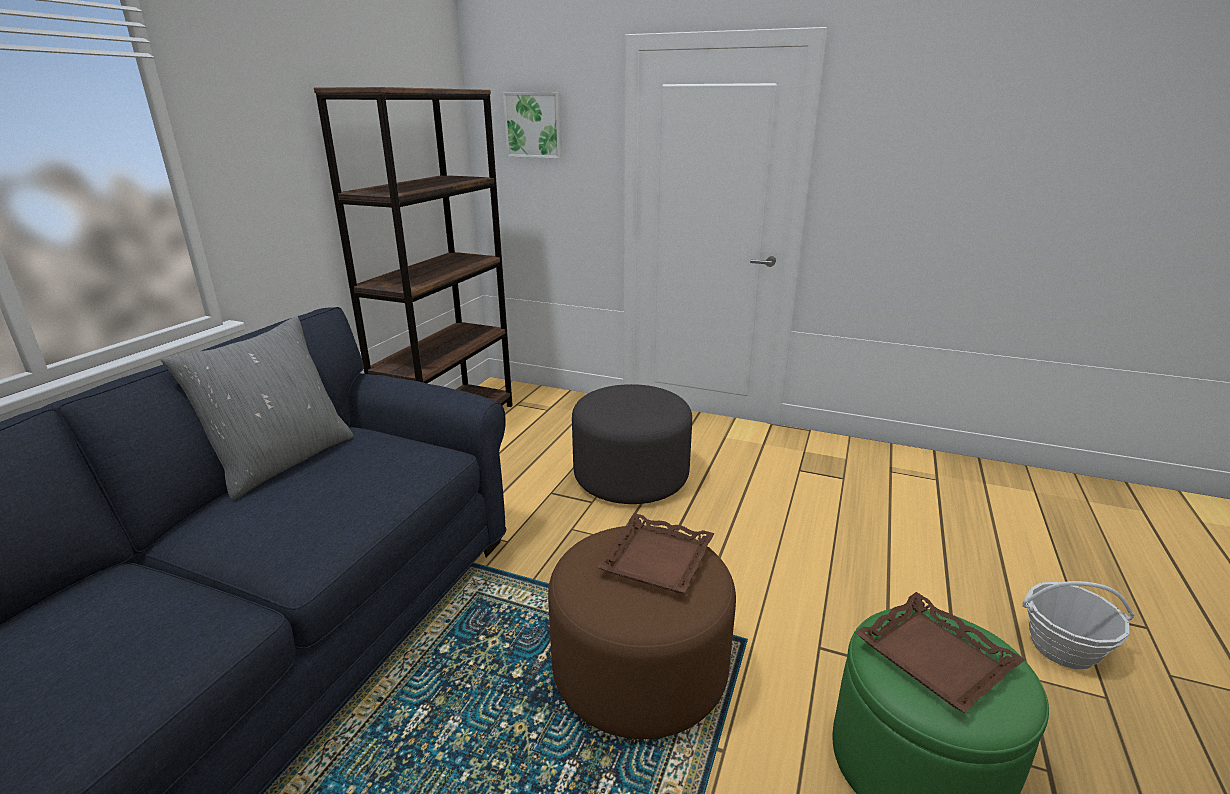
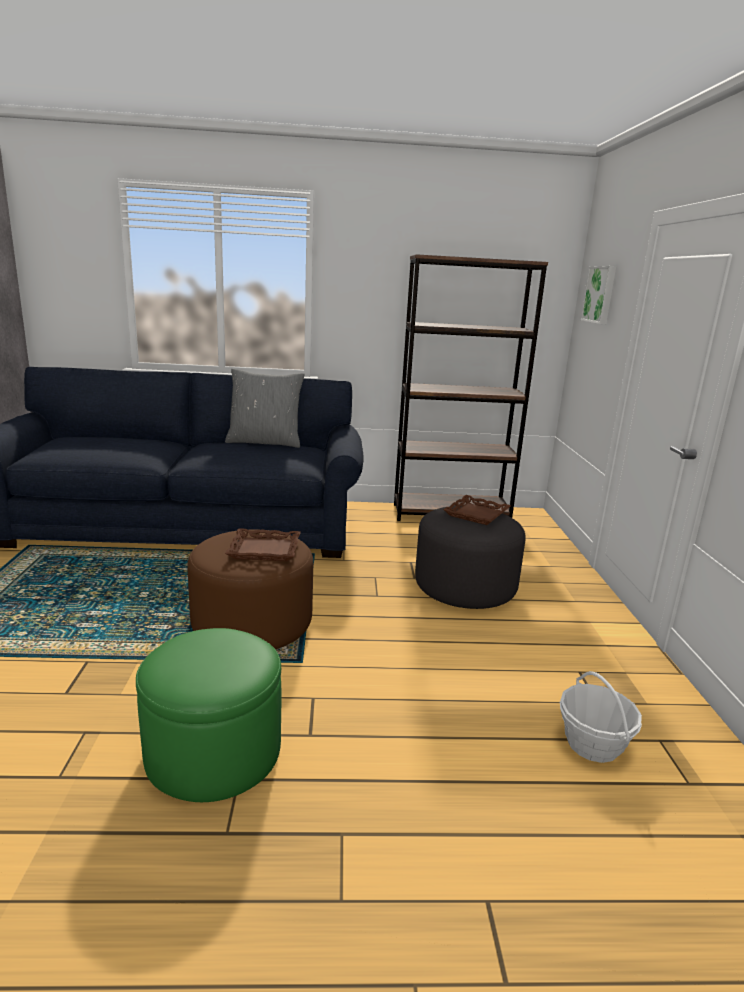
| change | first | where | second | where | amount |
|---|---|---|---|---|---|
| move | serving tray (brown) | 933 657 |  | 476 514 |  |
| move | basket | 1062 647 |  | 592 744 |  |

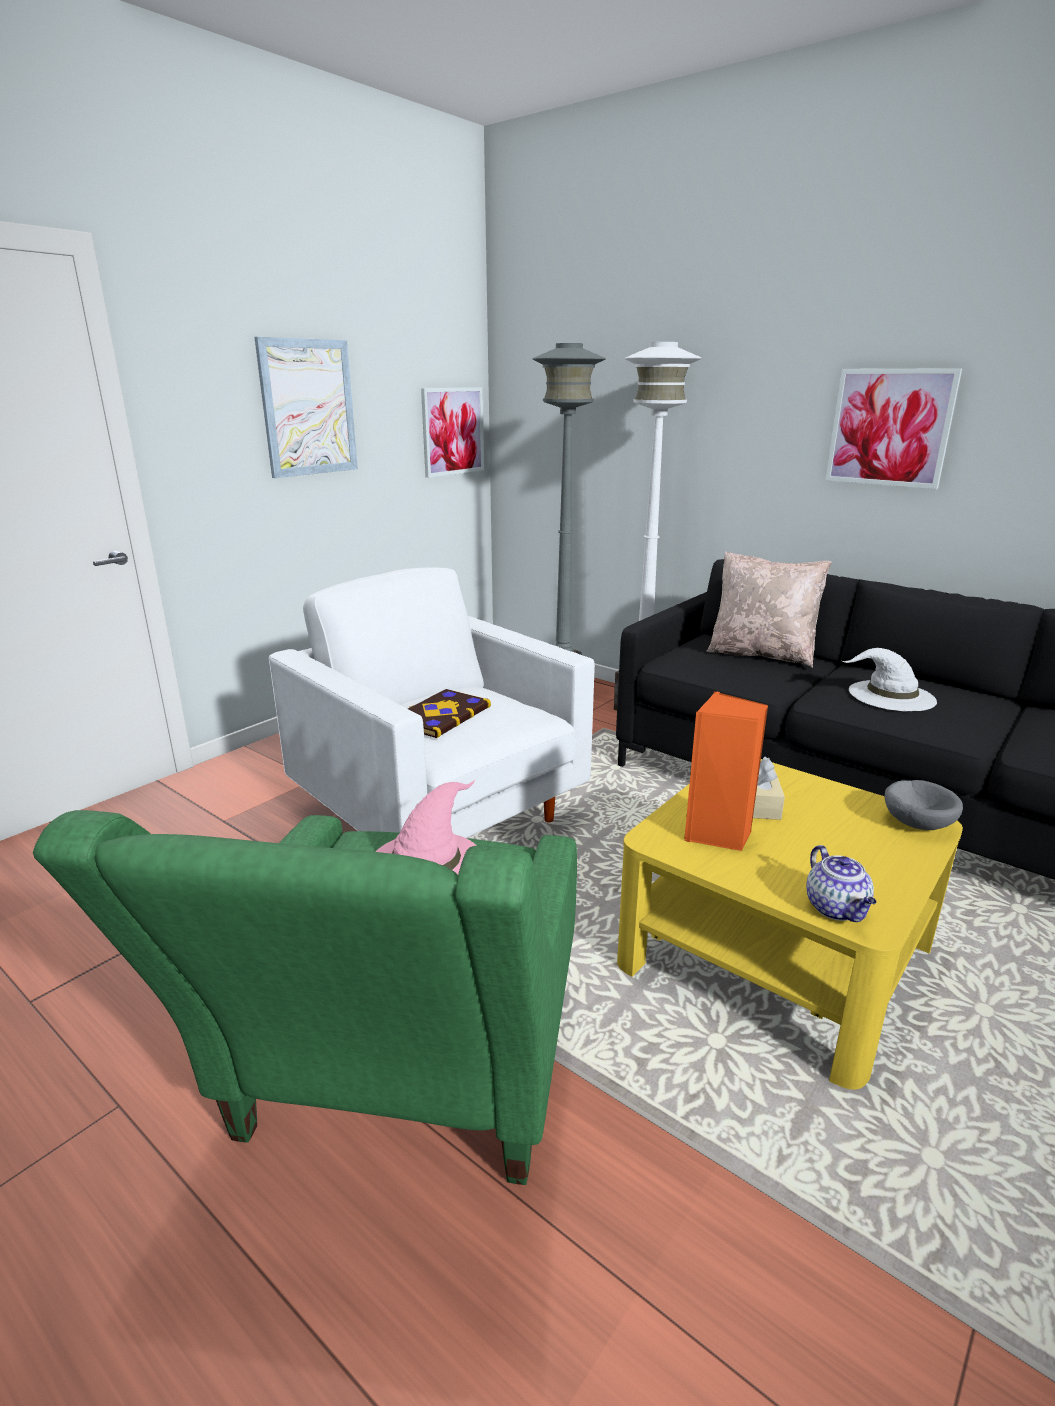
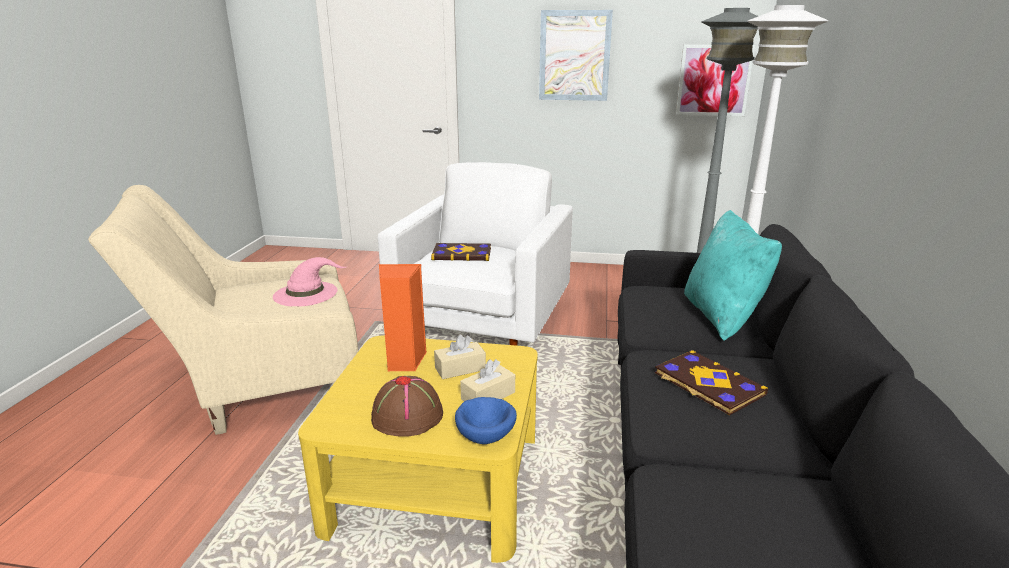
| change | first | where | second | where | amount |
|---|---|---|---|---|---|
| recolor | armchair (green) | 399 1088 | armchair (beige-coloured) | 261 386 |  |
| insert |  |  | wearable hat (brown) | 408 416 |  |
| recolor | deep dish (grey) | 916 822 | deep dish (bluish) | 487 435 |  |
| insert |  |  | tissue holder (beige-coloured) | 488 396 |  |
| replace | wearable hat (whitish) | 890 695 | volume | 707 384 |  |
| recolor | throw pillow (beige-coloured) | 761 654 | throw pillow (turquoise) | 722 317 |  |
| delete | teapot | 837 909 |  |  |  |
| delete | picture | 890 428 |  |  |  |

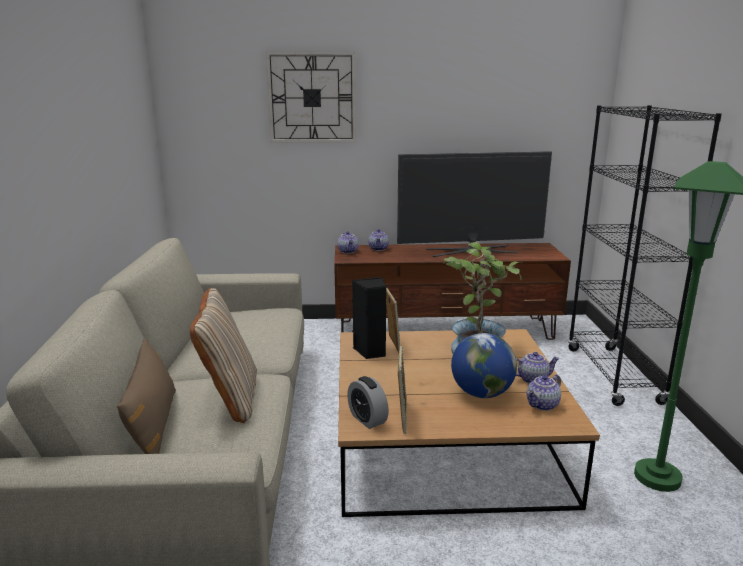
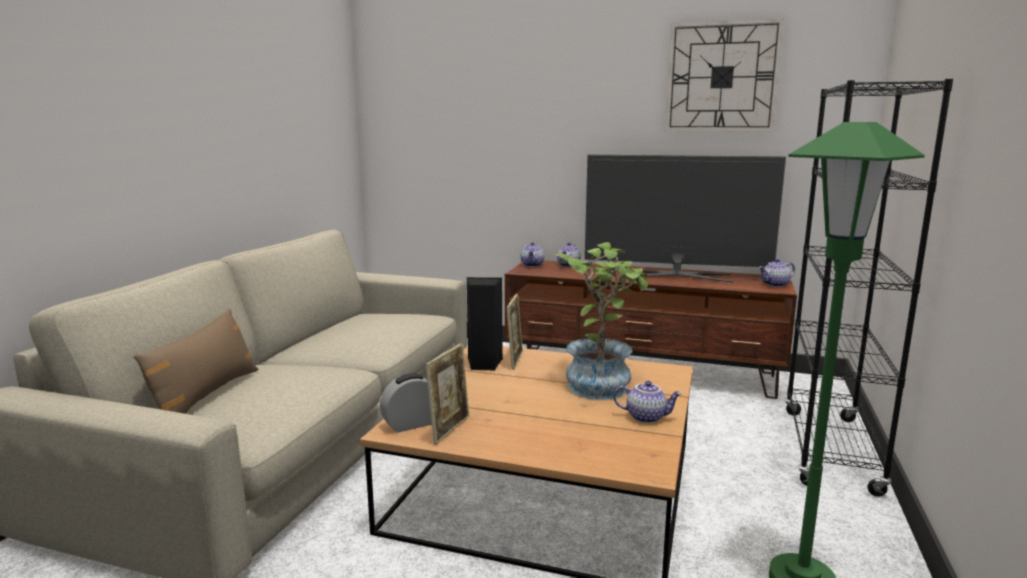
| change | first | where | second | where | amount |
|---|---|---|---|---|---|
| rotate | alarm clock | 367 419 |  | 411 424 | 75 degrees clockwise |
| move | clock on the wall | 312 98 |  | 722 77 |  |
| move | teapot | 543 405 |  | 775 285 |  |
| delete | throw pillow (beige-coloured) | 230 398 |  |  |  |
| delete | globe | 481 393 |  |  |  |

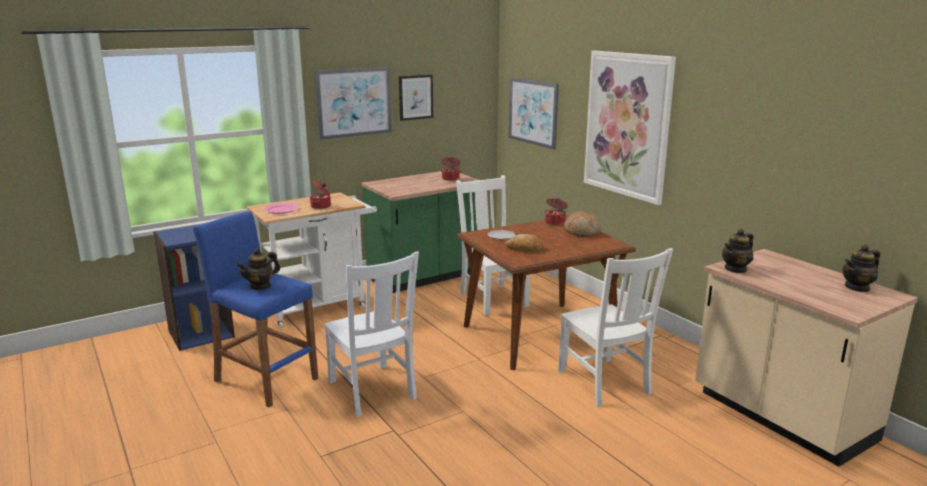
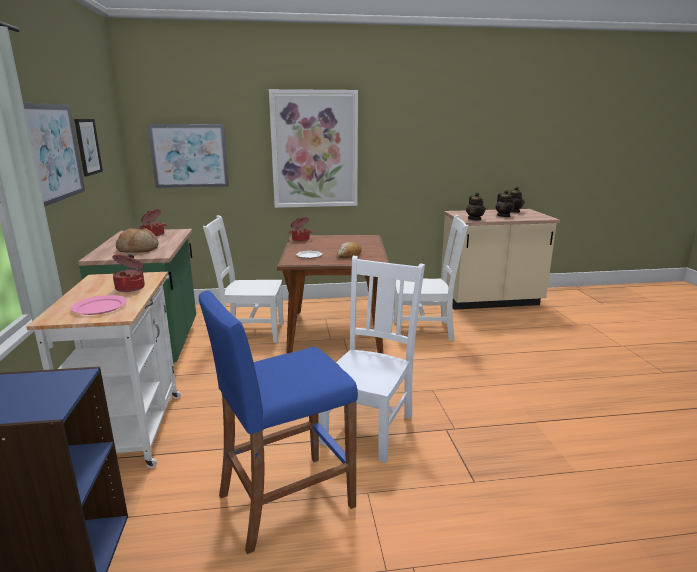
| change | first | where | second | where | amount |
|---|---|---|---|---|---|
| move | baked bread | 581 232 |  | 138 249 |  |
| rotate | upright chair (whitish) | 372 391 |  | 369 427 | 60 degrees counterclockwise |
| move | teapot | 260 286 |  | 503 216 |  |

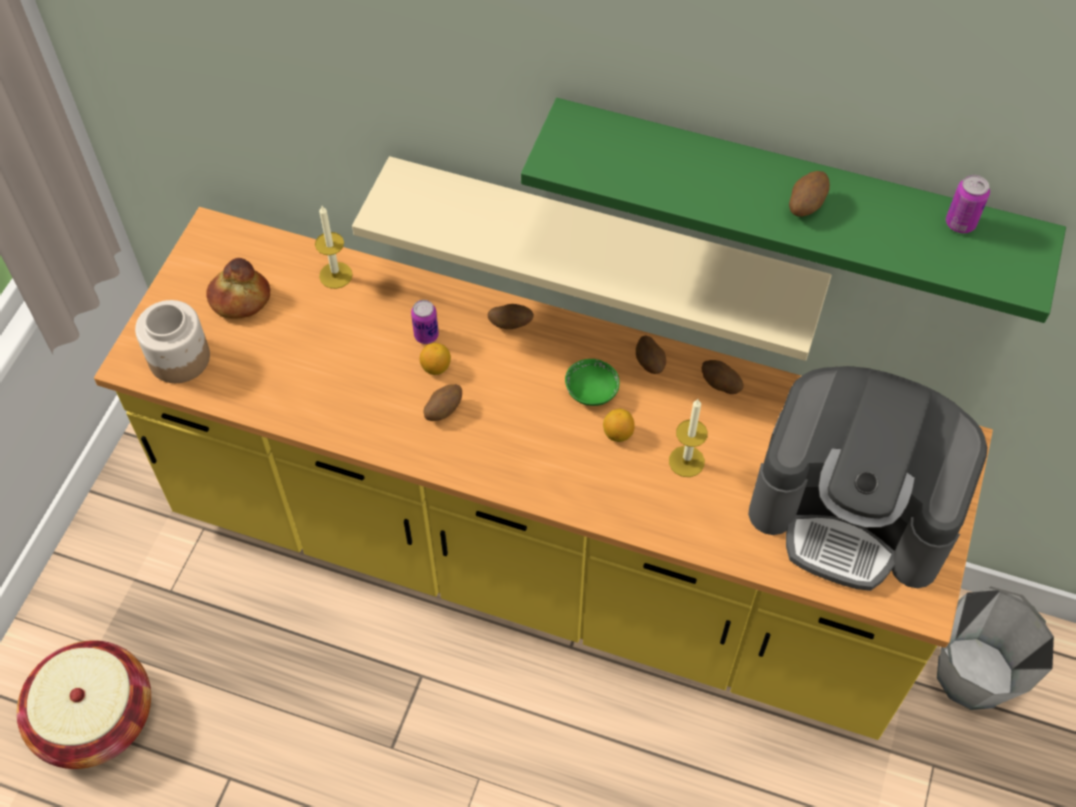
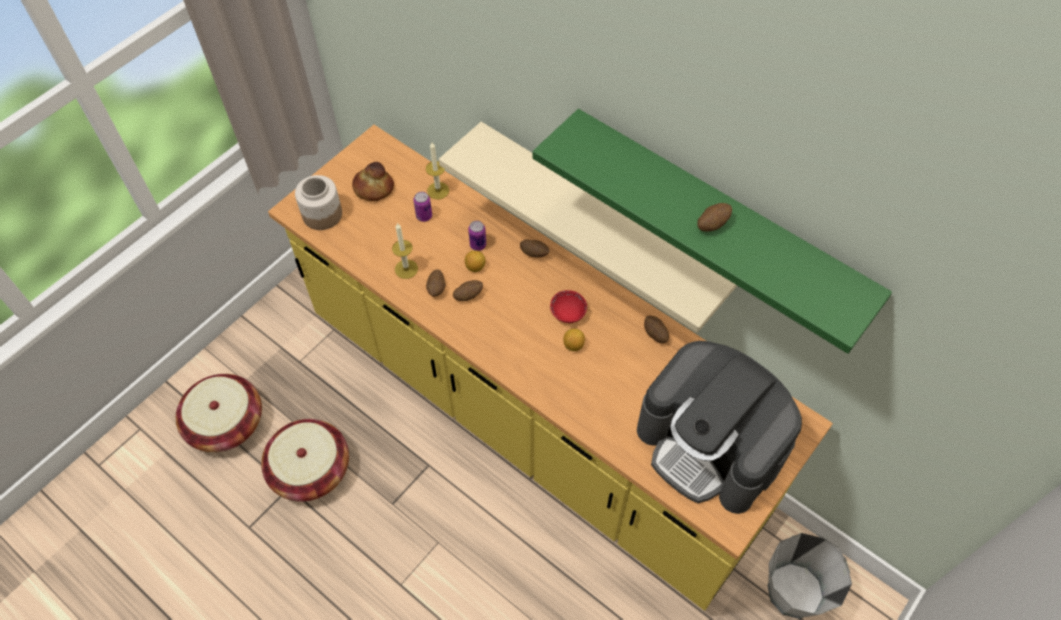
| change | first | where | second | where | amount |
|---|---|---|---|---|---|
| insert |  |  | basket | 310 469 |  |
| move | wax candle | 686 461 |  | 406 269 |  |
| move | sealed can | 960 223 |  | 424 216 |  |
| move | potato | 650 363 |  | 436 289 |  |
| recolor | deep dish (green) | 591 391 | deep dish (red) | 568 312 |  |

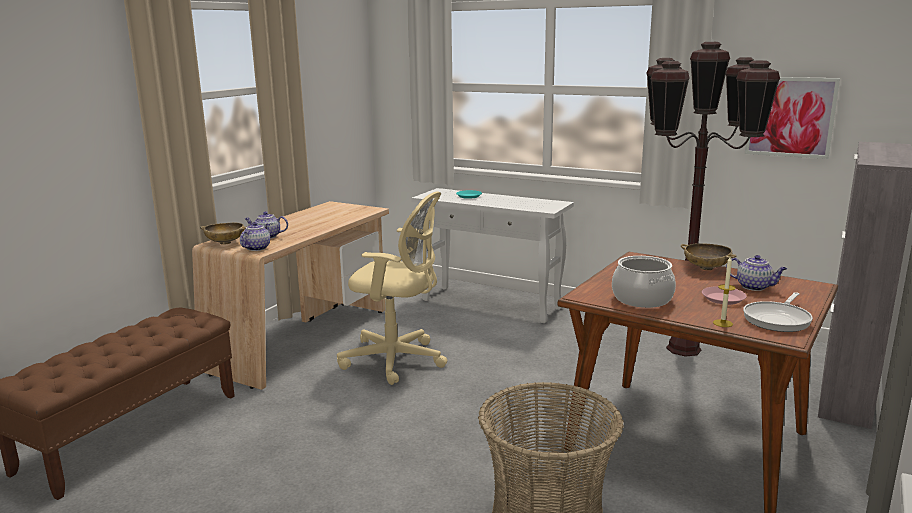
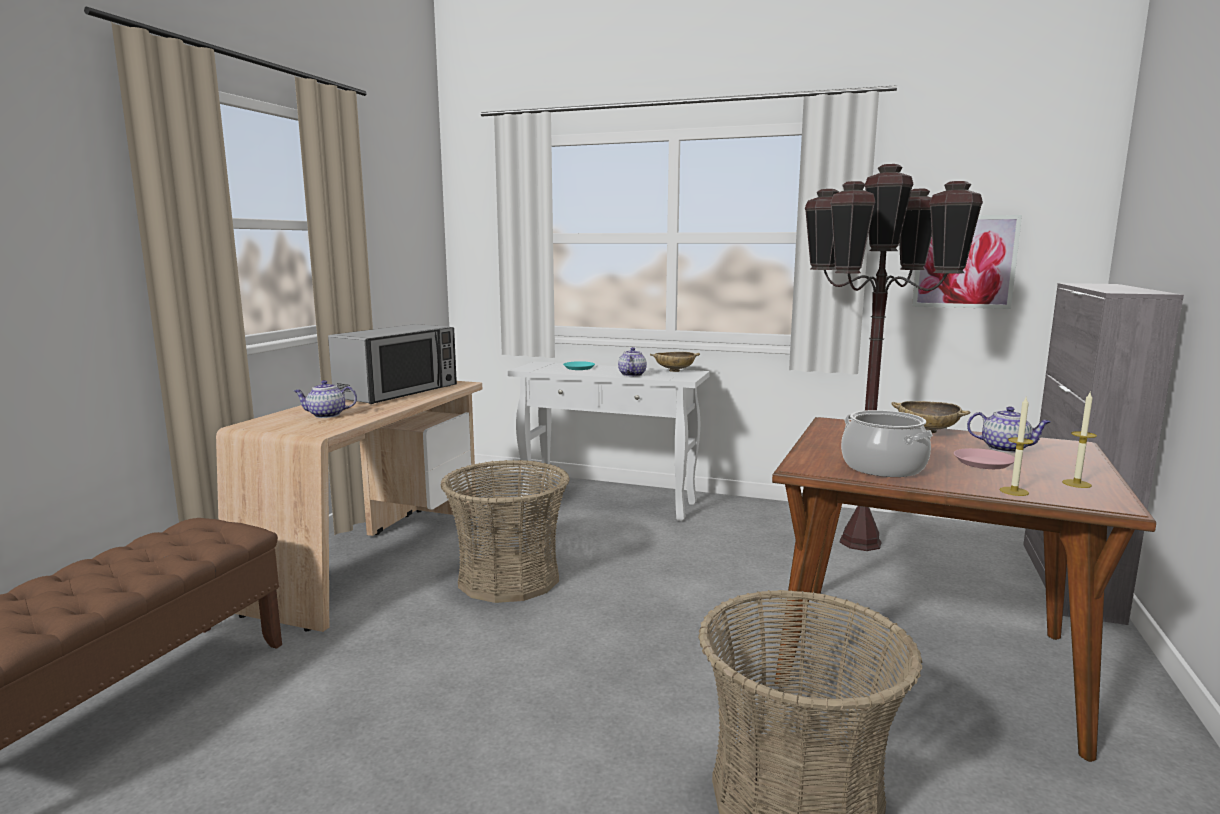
| change | first | where | second | where | amount |
|---|---|---|---|---|---|
| insert |  |  | microwave oven | 398 392 |  |
| replace | desk chair (beige-coloured) | 397 360 | basket | 509 578 |  |
| move | teapot | 257 248 |  | 632 375 |  |
| move | deep dish (beige-coloured) | 225 243 |  | 674 370 |  |
| replace | pan | 778 319 | wax candle | 1076 484 |  |

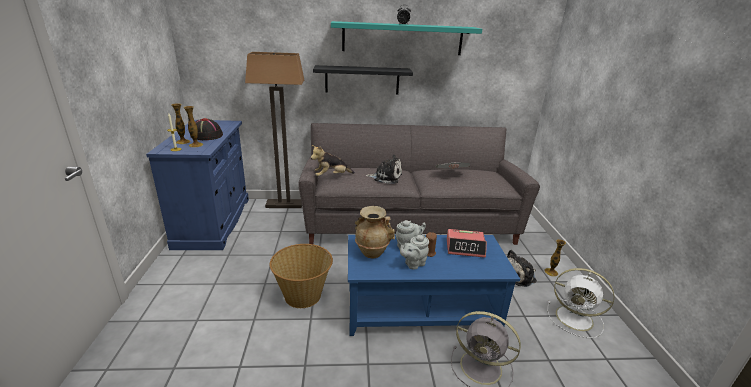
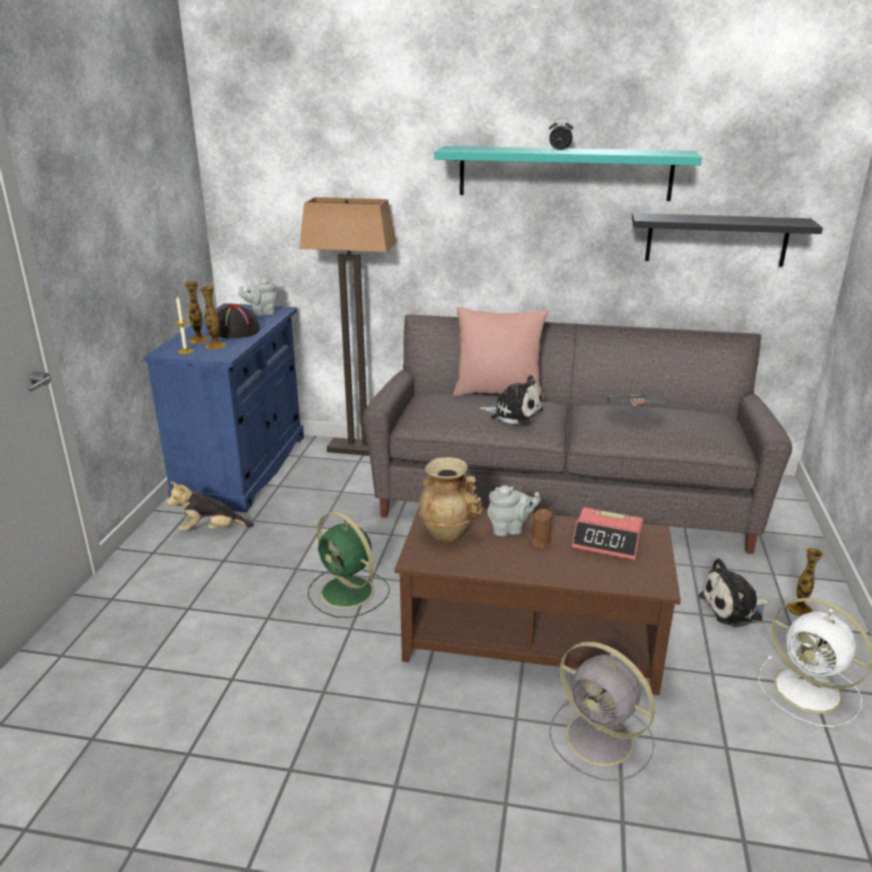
| change | first | where | second | where | amount |
|---|---|---|---|---|---|
| move | plush toy | 331 176 |  | 211 530 |  |
| move | teapot (grey) | 413 264 |  | 262 313 |  |
| replace | basket | 303 295 | electric fan (green) | 349 593 |  |
| recolor | coffee table (bluish) | 421 309 | coffee table (brown) | 532 638 |  |
| insert |  |  | throw pillow (pinkish) | 498 393 |  |
| move | bracket shelf (black) | 362 80 |  | 716 239 |  |

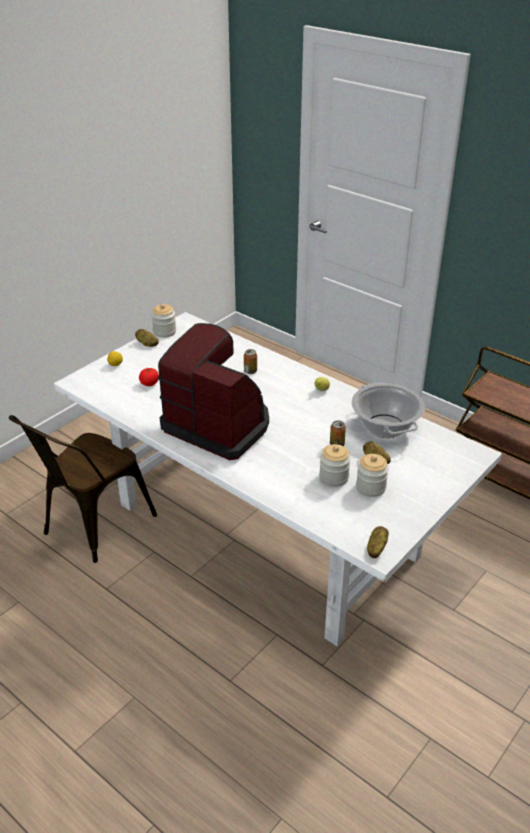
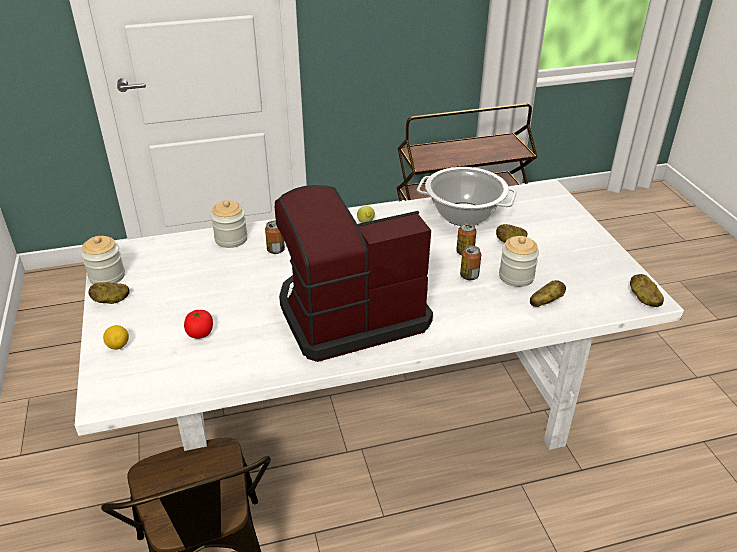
| change | first | where | second | where | amount |
|---|---|---|---|---|---|
| move | preserve jar | 371 487 |  | 231 239 |  |
| insert |  |  | sealed can | 469 276 |  |
| insert |  |  | potato | 545 302 |  |

